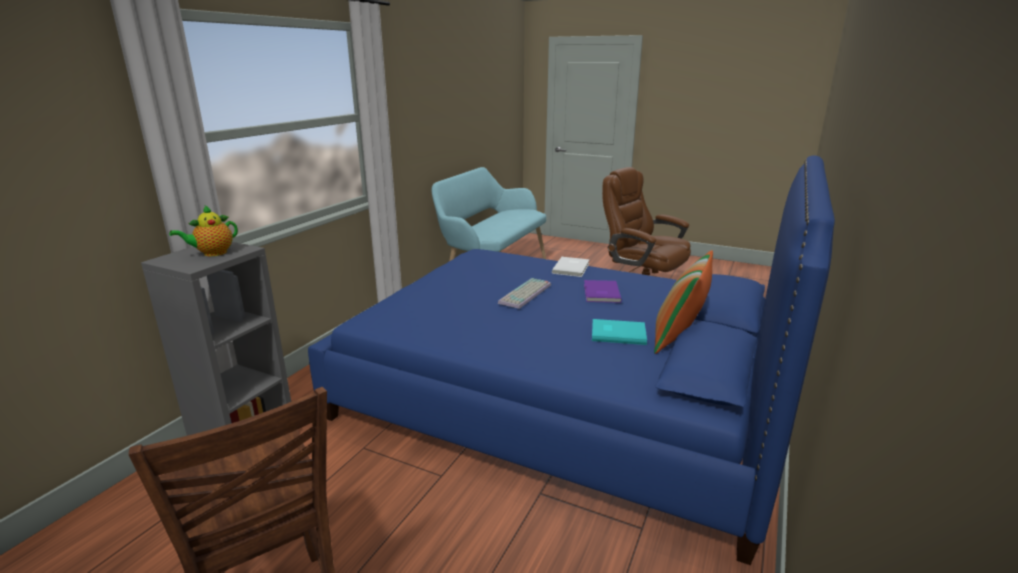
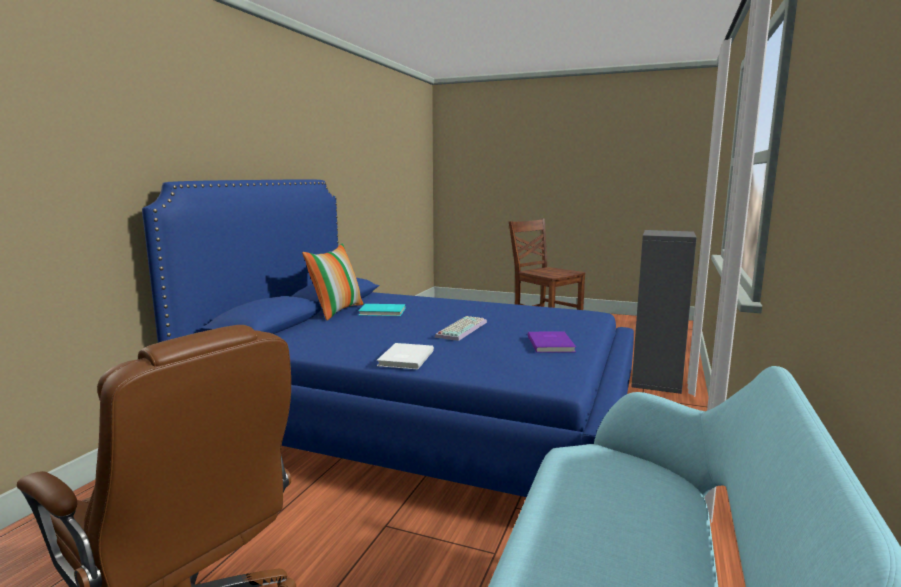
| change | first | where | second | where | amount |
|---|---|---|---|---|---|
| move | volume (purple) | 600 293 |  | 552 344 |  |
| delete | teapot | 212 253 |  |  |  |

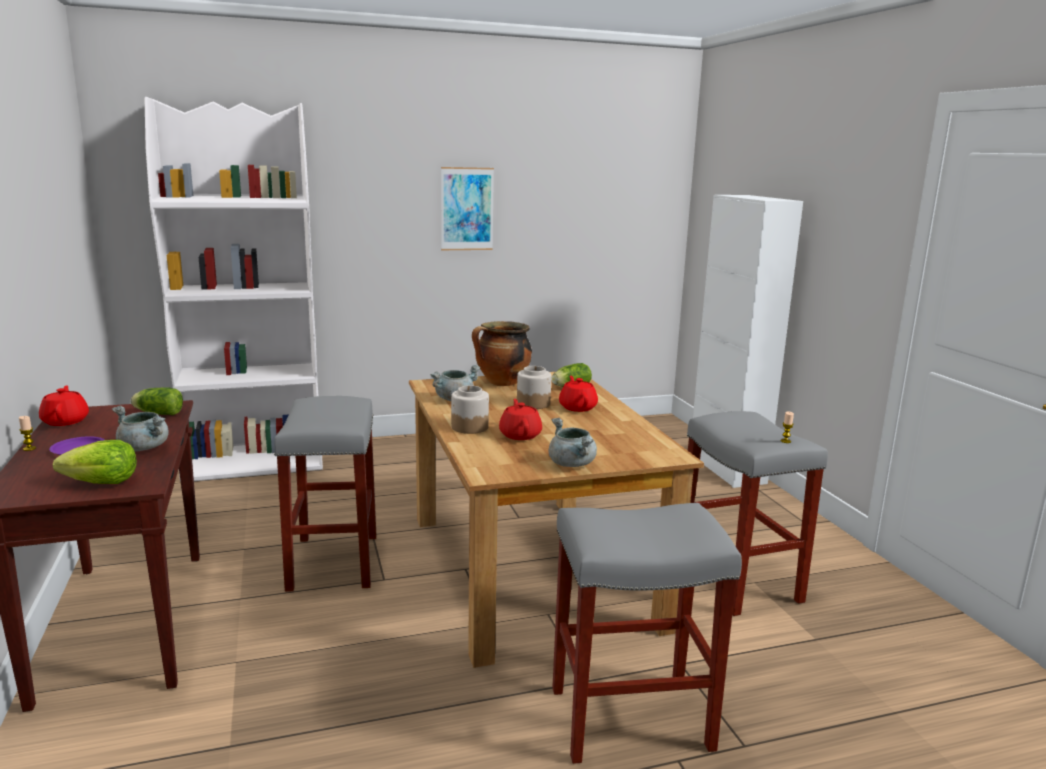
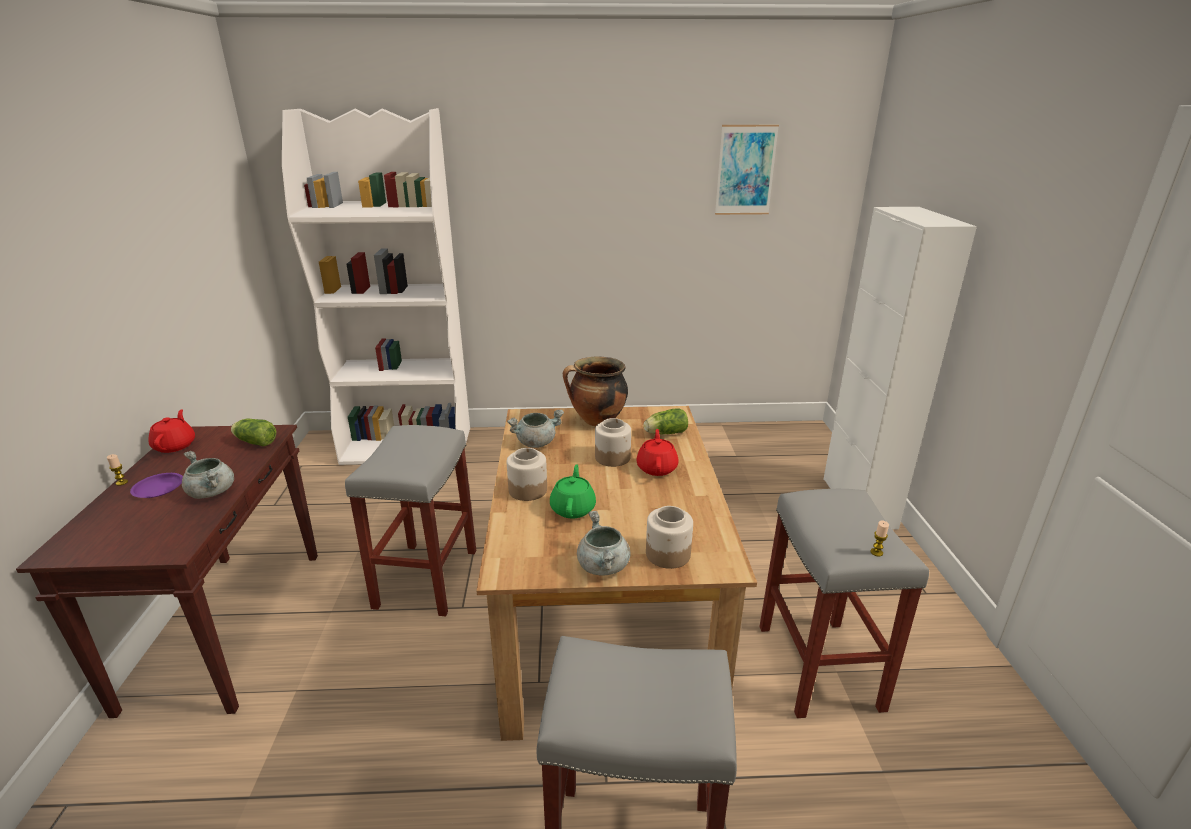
| change | first | where | second | where | amount |
|---|---|---|---|---|---|
| recolor | teapot (red) | 520 435 | teapot (green) | 573 508 |  |
| insert |  |  | preserve jar | 667 554 |  |
| move | picture | 467 209 |  | 745 170 |  |
| delete | lettuce head | 102 482 |  |  |  |

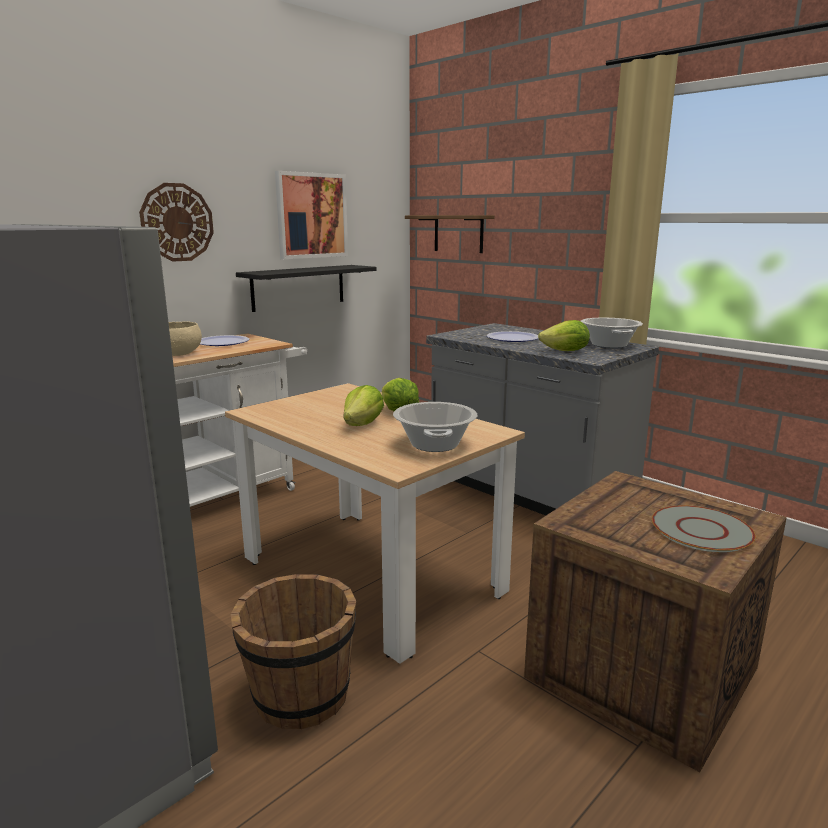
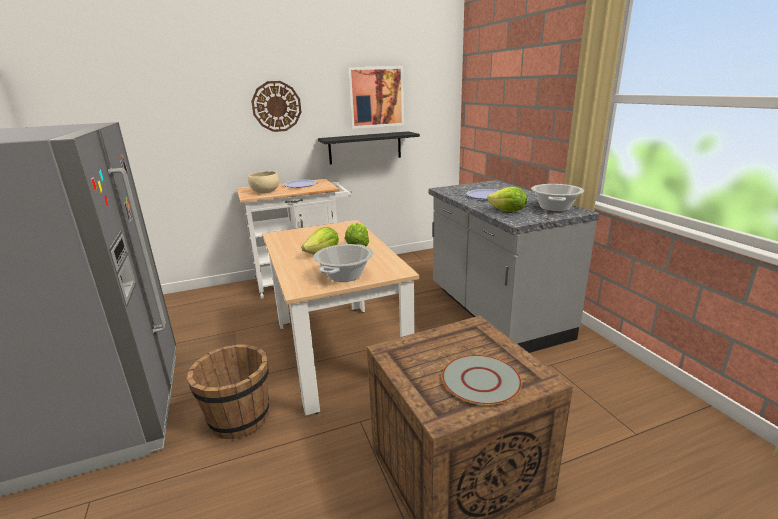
| change | first | where | second | where | amount |
|---|---|---|---|---|---|
| delete | bracket shelf | 458 233 |  |  |  |

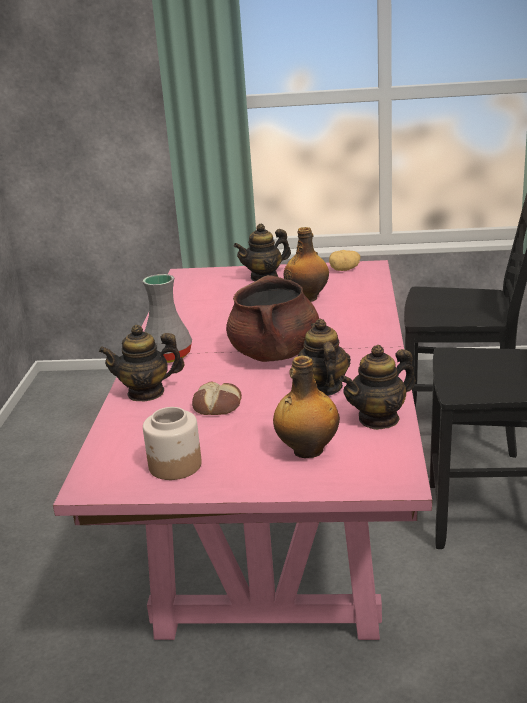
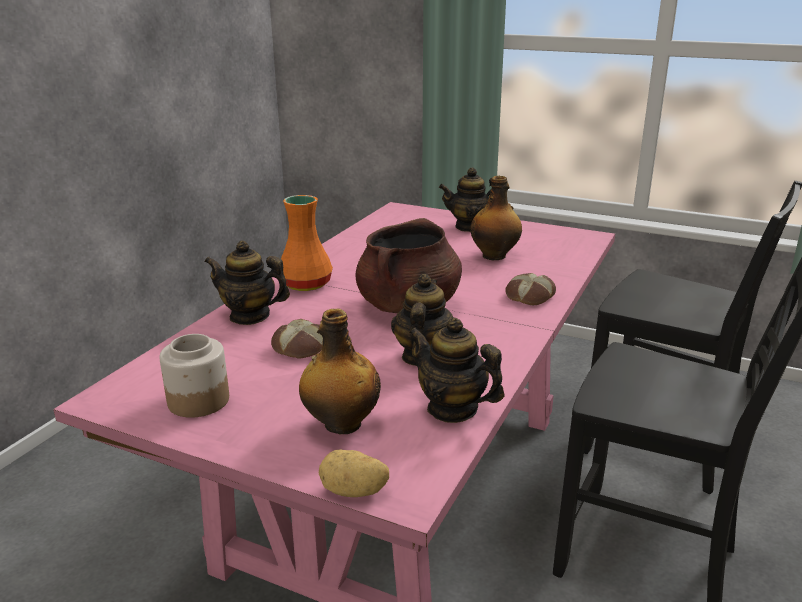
| change | first | where | second | where | amount |
|---|---|---|---|---|---|
| recolor | vase (grey) | 167 356 | vase (orange) | 305 283 |  |
| move | potato | 344 270 |  | 354 492 |  |
| rotate | teapot | 379 419 |  | 452 409 | 45 degrees clockwise |
| insert |  |  | baked bread | 529 295 |  |

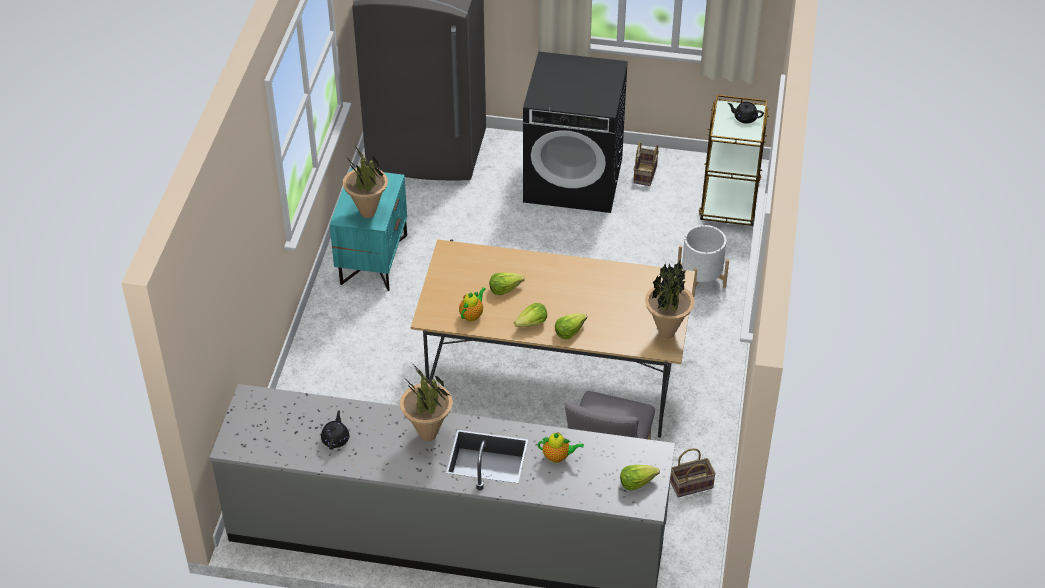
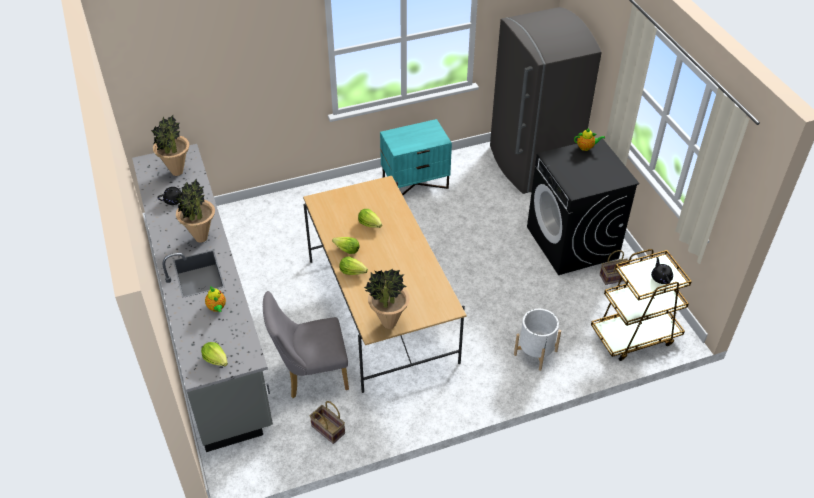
| change | first | where | second | where | amount |
|---|---|---|---|---|---|
| move | potted plant | 368 213 |  | 177 172 |  |
| move | teapot | 472 315 |  | 586 147 |  |

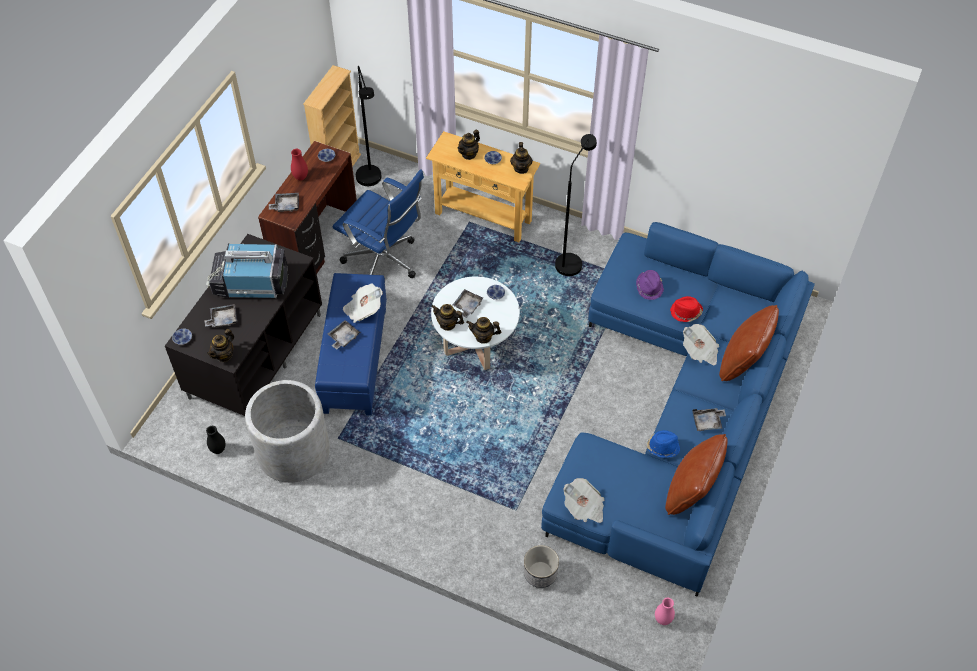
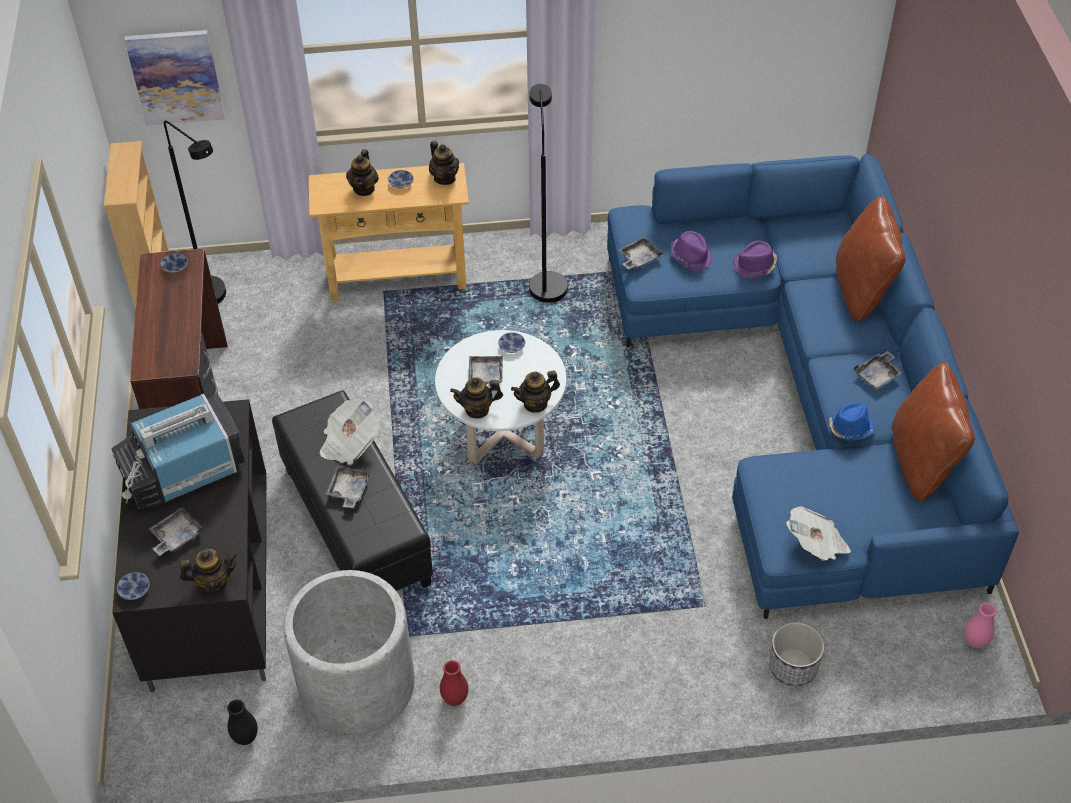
| change | first | where | second | where | amount |
|---|---|---|---|---|---|
| insert |  |  | picture | 176 76 |  |
| rotate | teapot | 224 355 |  | 214 582 | 105 degrees counterclockwise |
| recolor | footrest (bluish) | 354 359 | footrest (black) | 355 525 |  |
| move | vase (red) | 300 177 |  | 455 699 |  |
| move | serving tray (grey) | 286 205 |  | 638 258 |  |
| recolor | wearable hat (red) | 686 312 | wearable hat (purple) | 754 266 |  |
| delete | desk chair (bluish) | 384 262 |  |  |  |
| delete | daily paper | 700 351 |  |  |  |

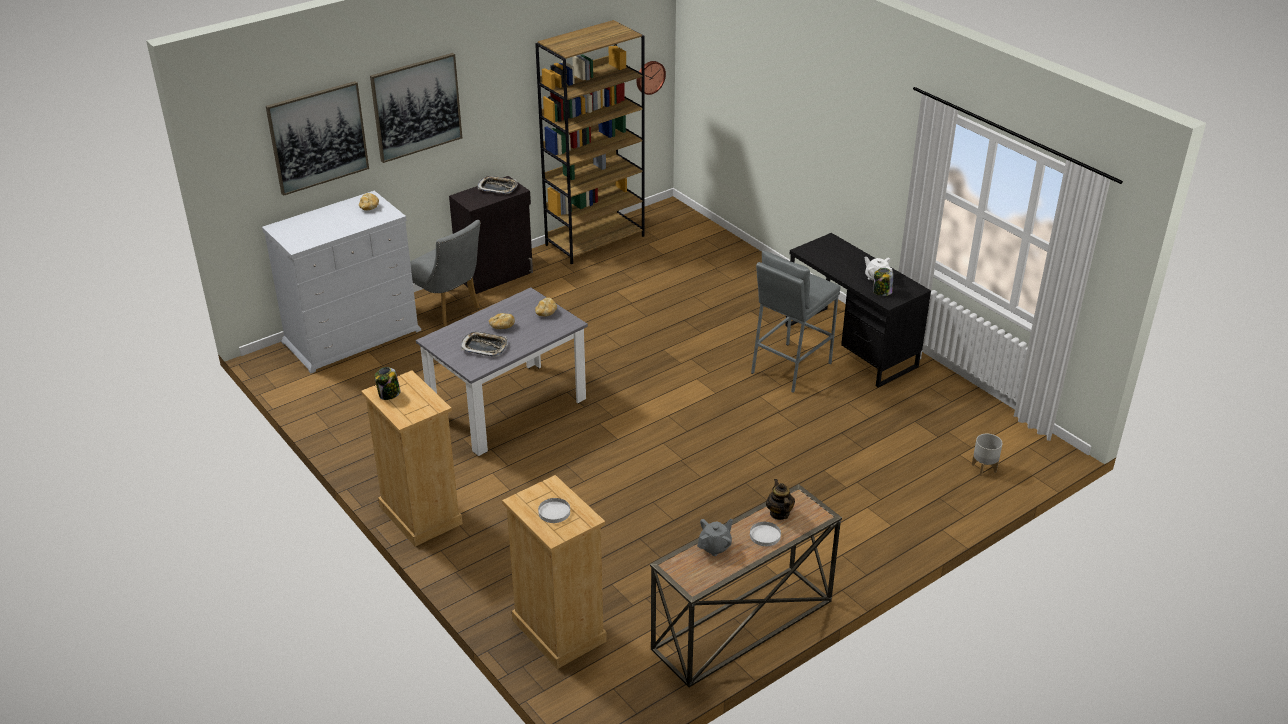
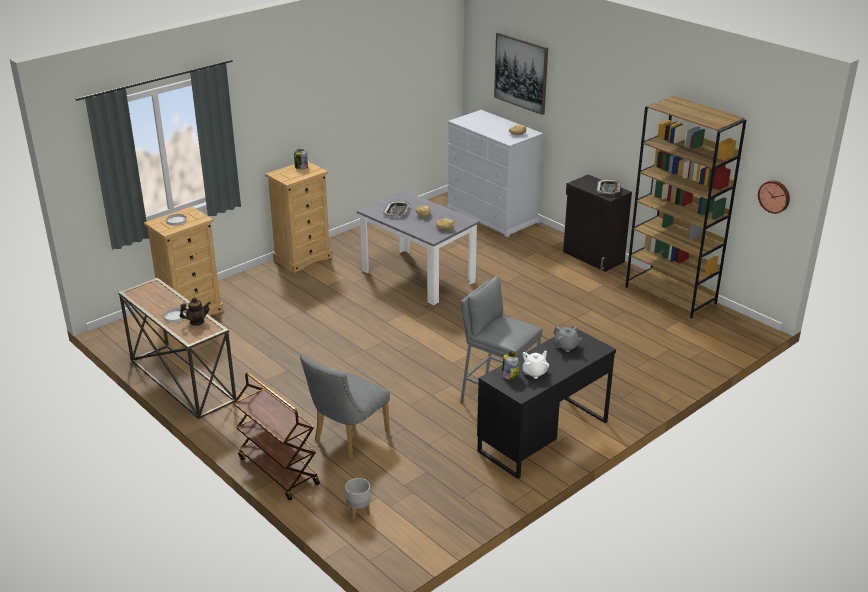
| change | first | where | second | where | amount |
|---|---|---|---|---|---|
| insert |  |  | wheeled cart (brown) | 277 471 |  |
| move | upright chair (grey) | 448 309 |  | 347 438 |  |
| move | teapot (grey) | 715 547 |  | 566 346 |  |
| delete | picture | 416 107 |  |  |  |

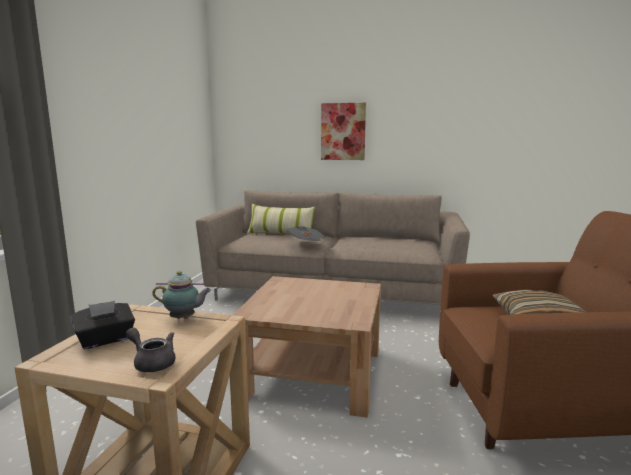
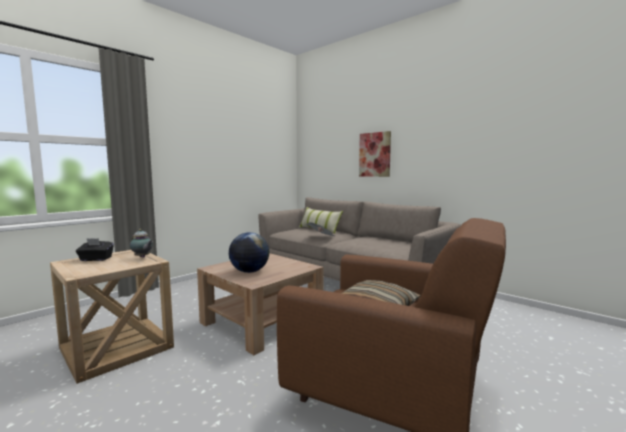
| change | first | where | second | where | amount |
|---|---|---|---|---|---|
| insert |  |  | globe | 249 271 |  |
| delete | teapot (grey) | 152 362 |  |  |  |

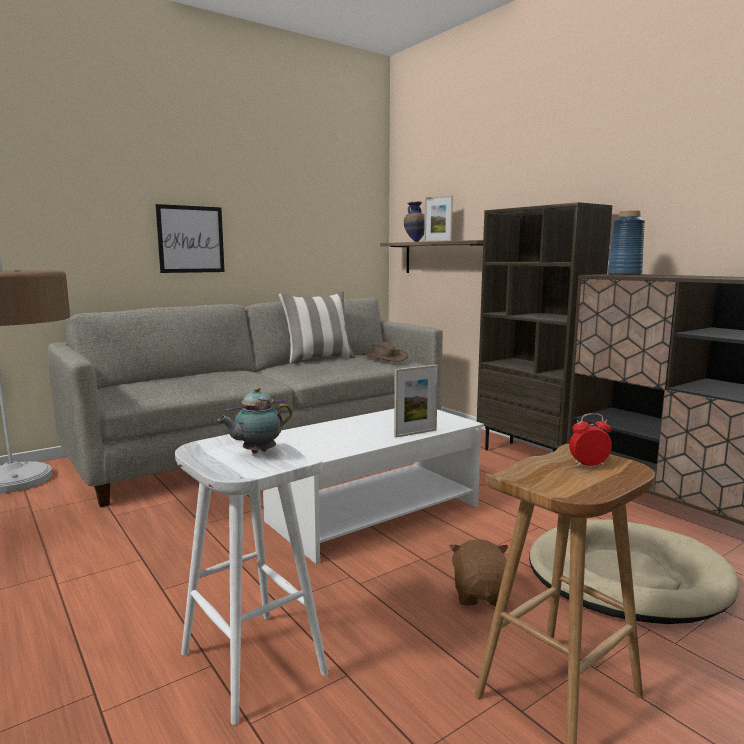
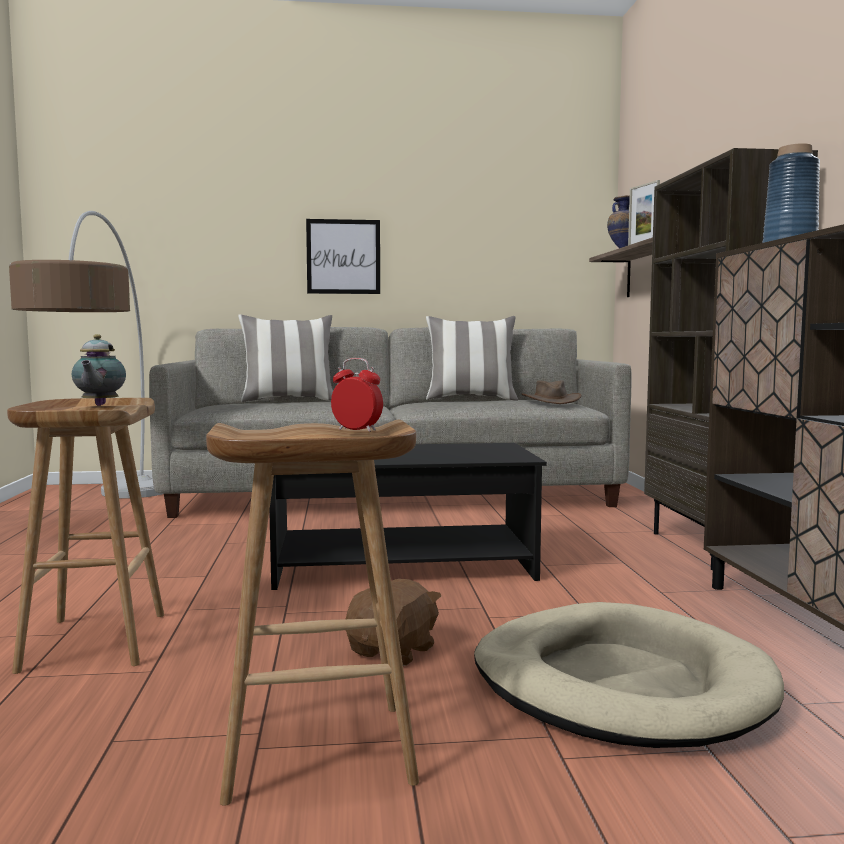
| change | first | where | second | where | amount |
|---|---|---|---|---|---|
| recolor | stool (whitish) | 250 663 | stool (brown) | 94 640 |  |
| rotate | teapot | 257 452 |  | 99 405 | 90 degrees counterclockwise |
| insert |  |  | throw pillow | 288 401 |  |
| recolor | coffee table (whitish) | 375 513 | coffee table (black) | 404 564 |  |
| delete | standing frame | 415 433 |  |  |  |

